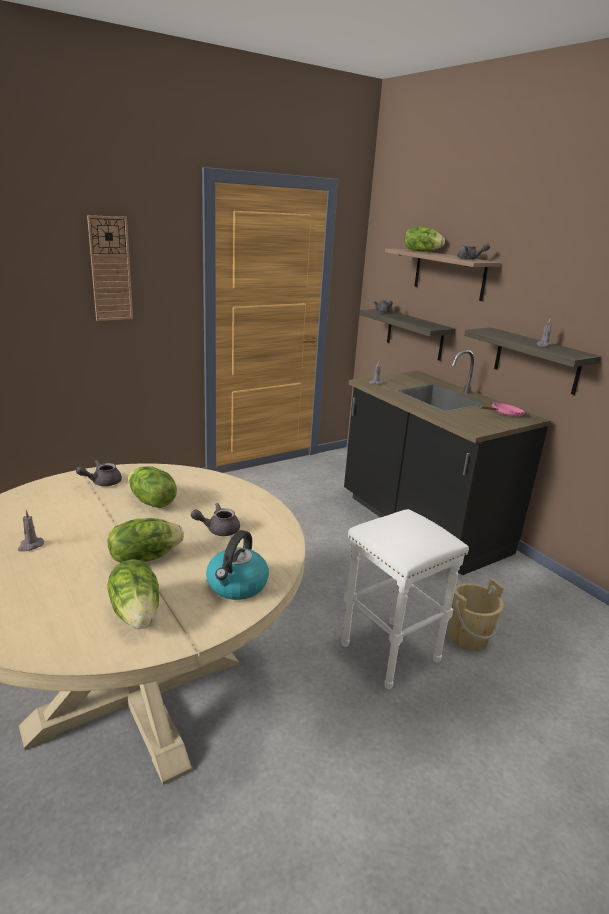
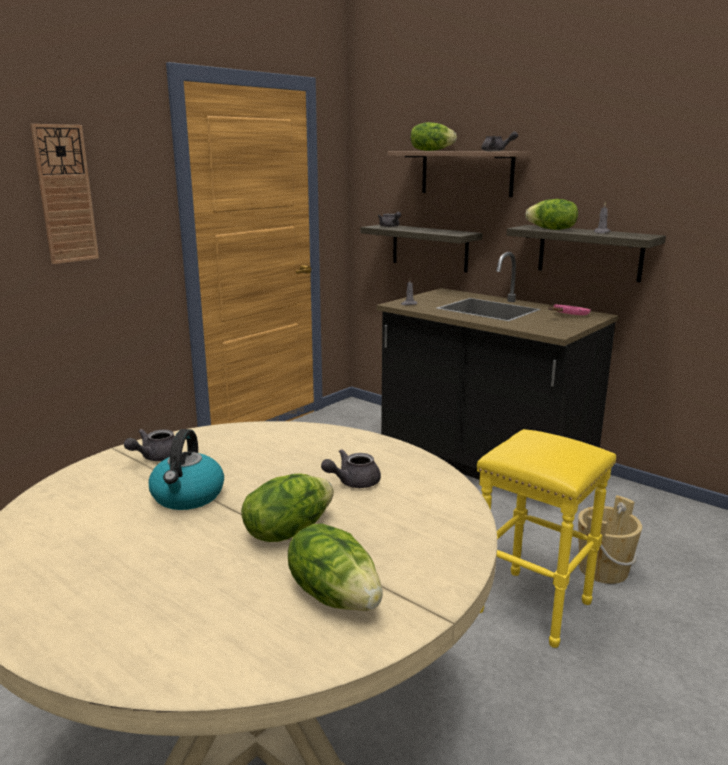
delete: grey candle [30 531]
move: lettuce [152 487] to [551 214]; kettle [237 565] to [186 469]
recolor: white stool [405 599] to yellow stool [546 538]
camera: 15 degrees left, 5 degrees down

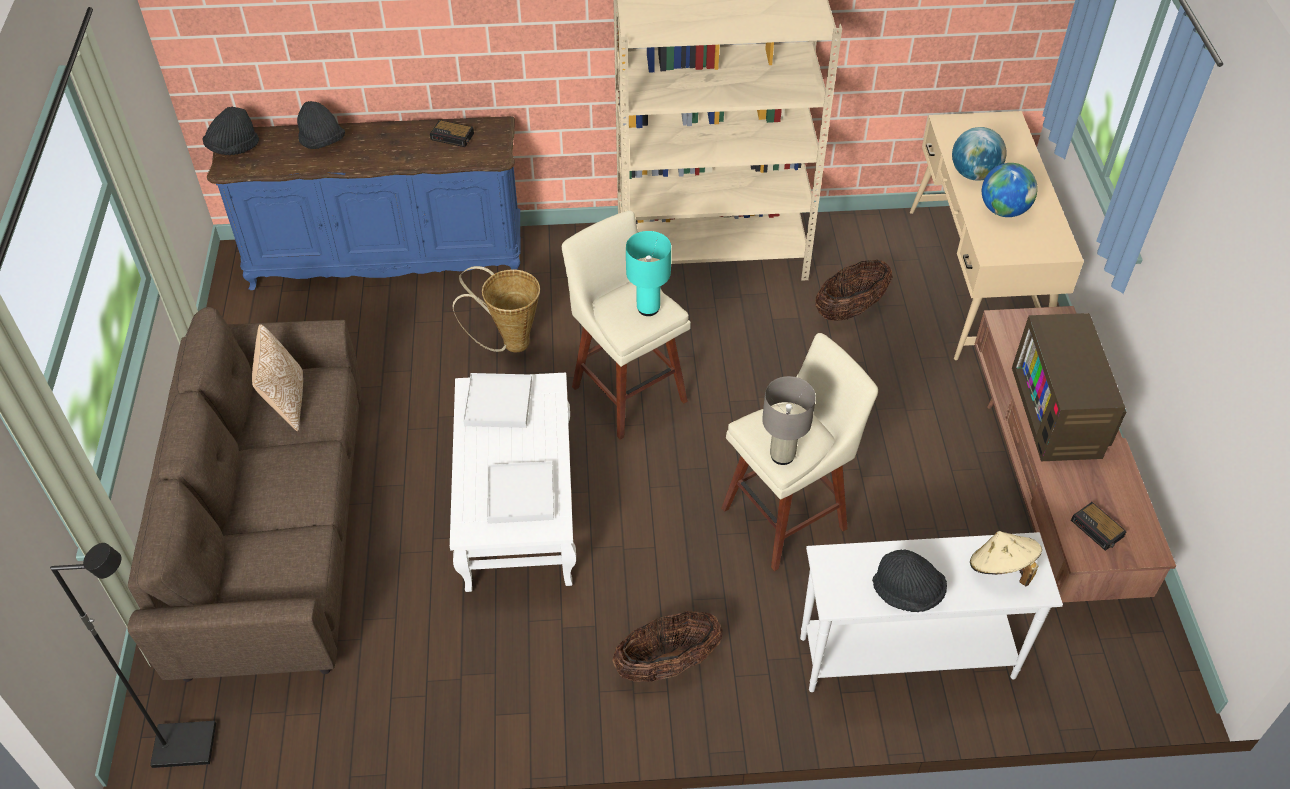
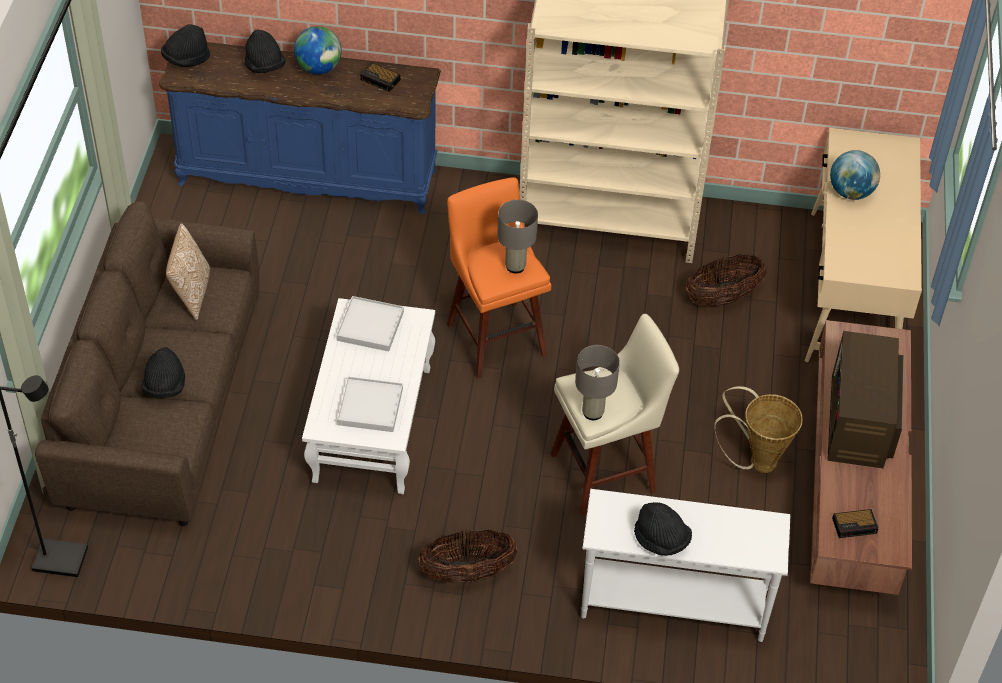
delete: beige hat [1006 558]
insert: black hat [163 372]
move: globe [1010 190] to [318 50]; basket [496 309] to [758 429]
recolor: beige stool [626 325] to orange stool [499 278]; turquoise table lamp [648 273] to grey table lamp [517 237]
rotate: alarm clock [1099 526] = [855 523] 75 degrees counterclockwise
camera: 10 degrees right, 0 degrees up

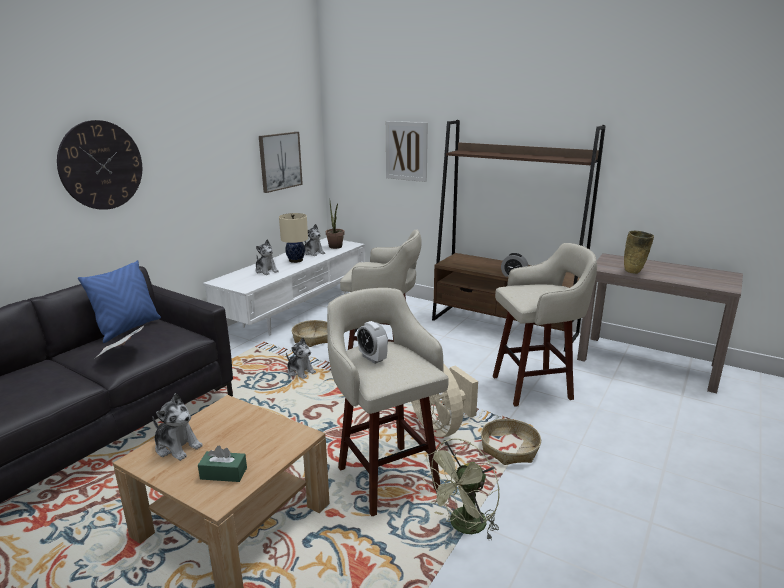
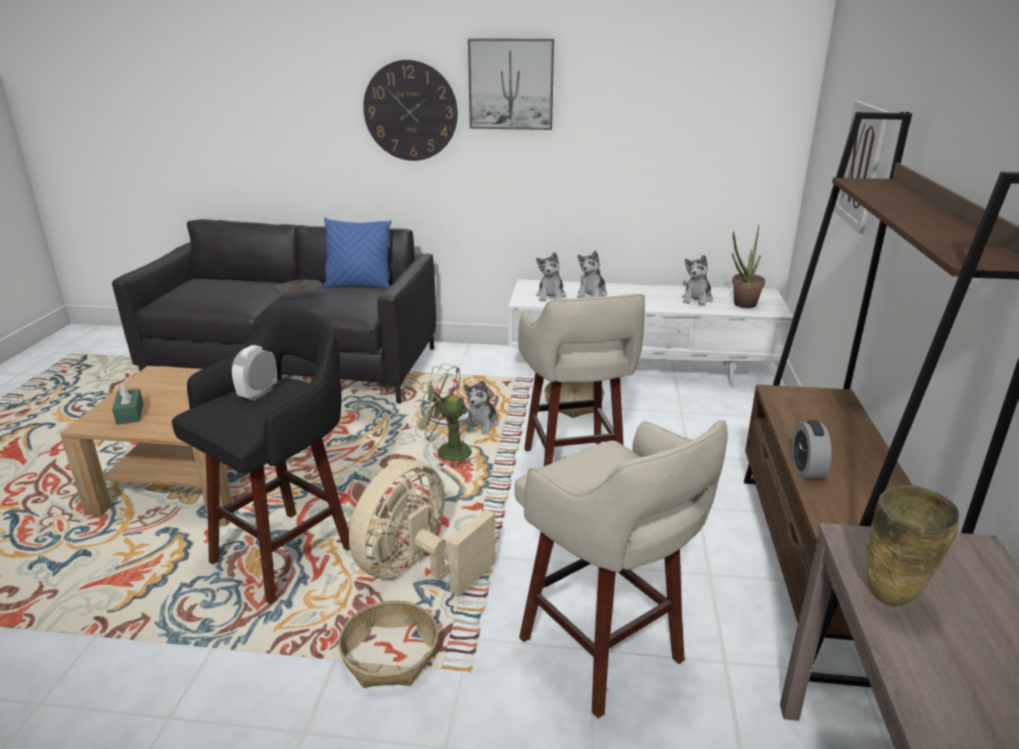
delete: beige table lamp [293 238]
move: picture [281 162] to [511 84]; plush toy [177 427] to [551 277]; green fan [461 489] to [444 415]
recolor: beige stool [387 402] to black stool [261 455]
camera: 65 degrees right, 5 degrees up

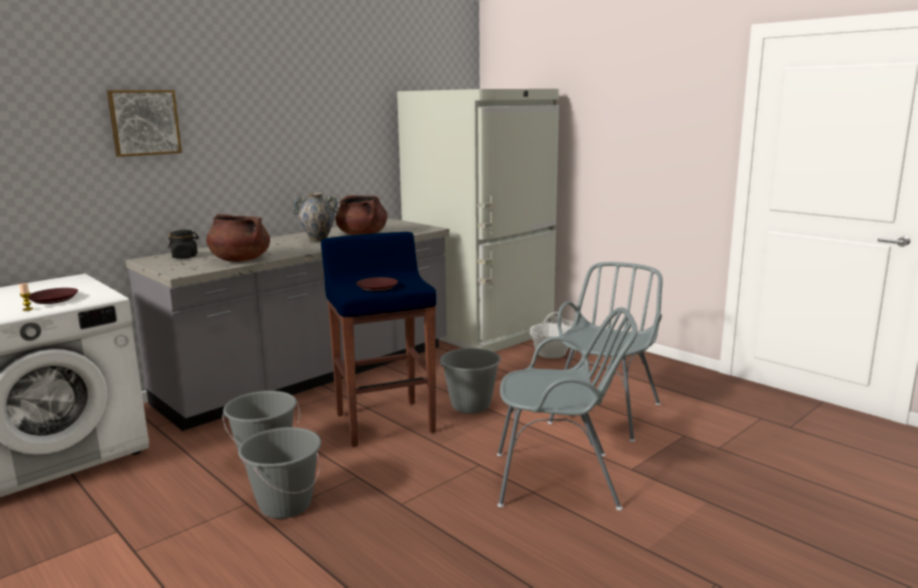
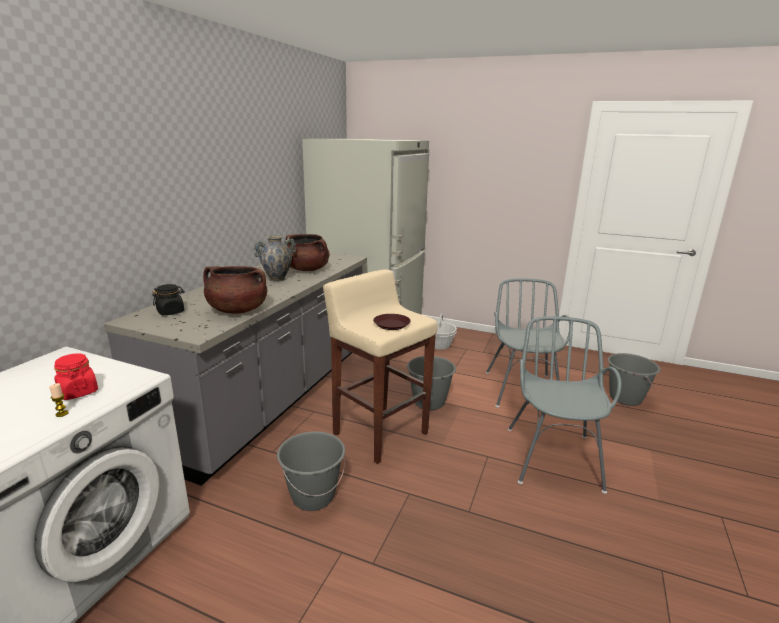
delete: picture [144 123]
move: grey bucket [279 473] to [634 379]
replace: brown plate [53 296] to red jar [76 376]
recolor: blue stool [378 339] to beige stool [380 367]
rotate: grey chair [567 409] = [565 405] 60 degrees counterclockwise
camera: 25 degrees left, 5 degrees up

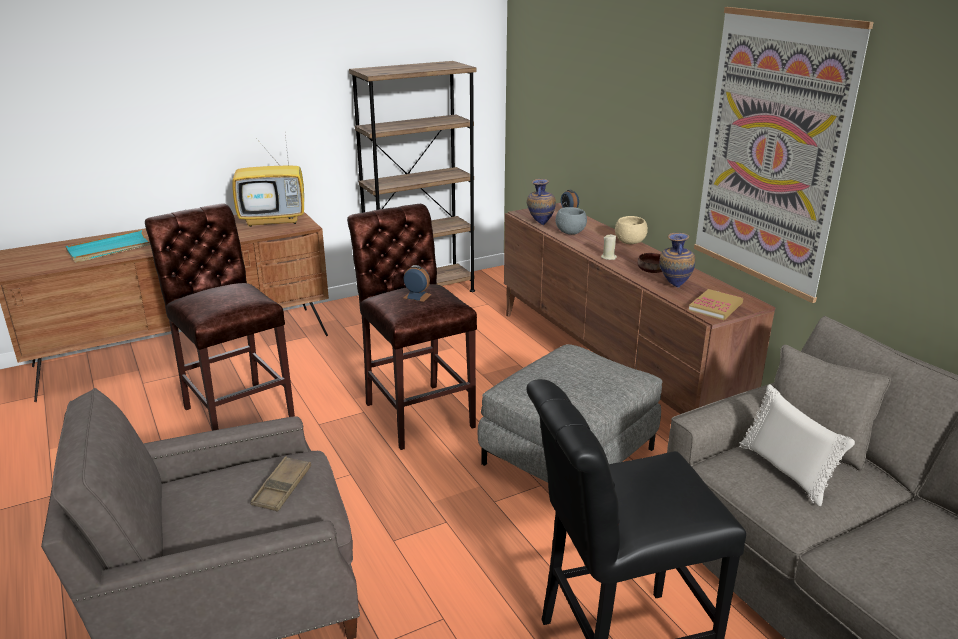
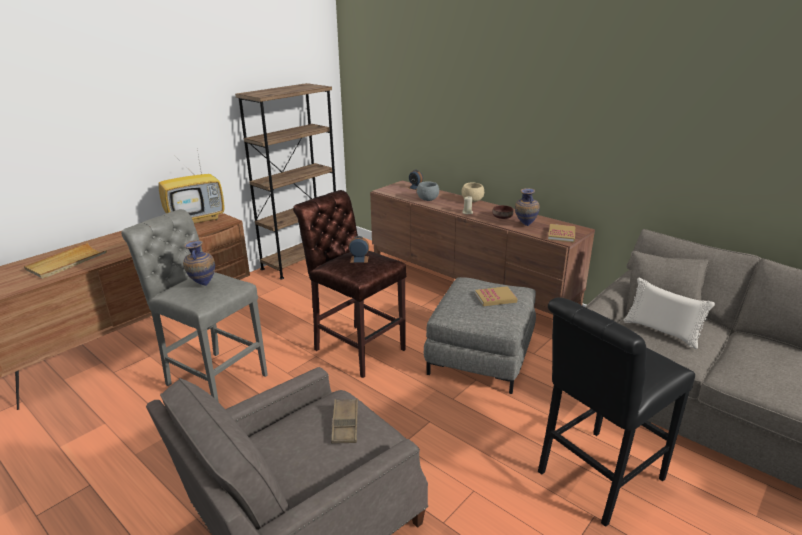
delete: picture [784 155]
insert: book [496 296]
move: vase [541 202] to [199 263]
recolor: brown stool [220 317] to grey stool [194 305]; turquoise tray [108 246] to beige tray [65 260]
camera: 20 degrees left, 0 degrees up

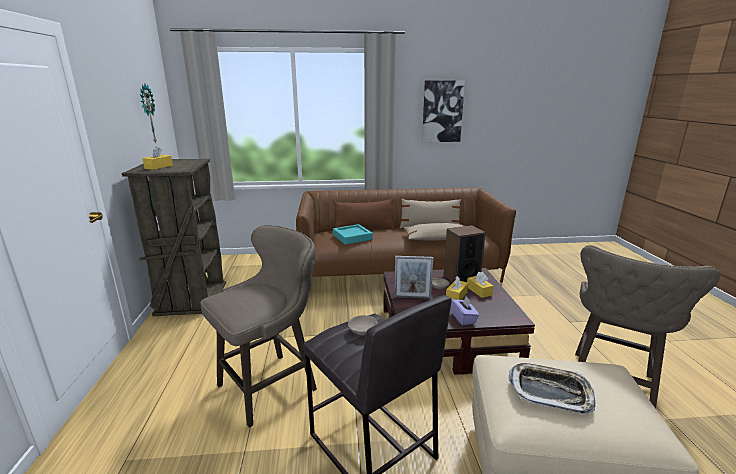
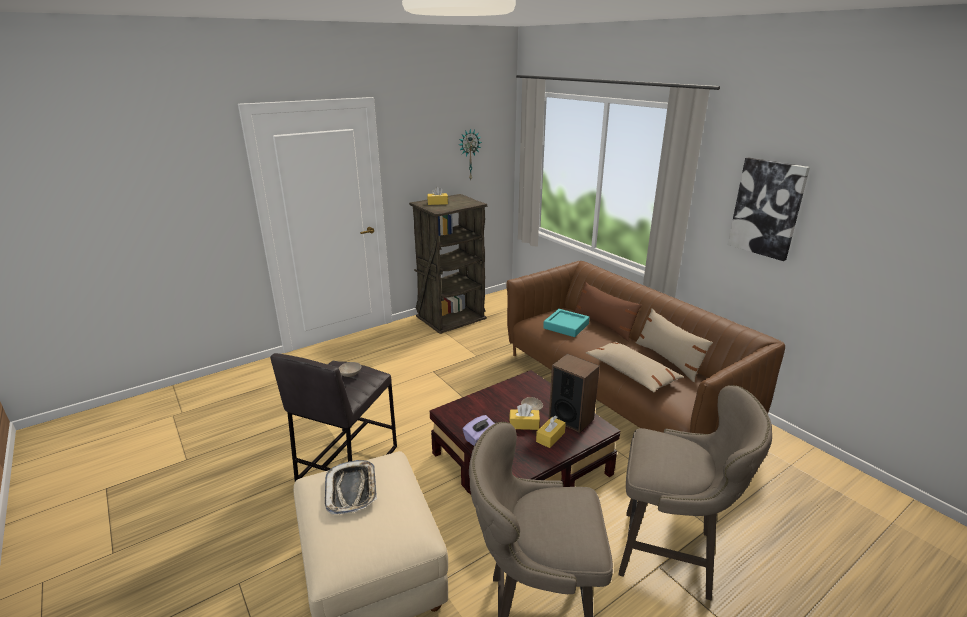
delete: picture frame [413 277]
move: beige stool [258 326] to [695 493]
camera: 60 degrees right, 5 degrees up

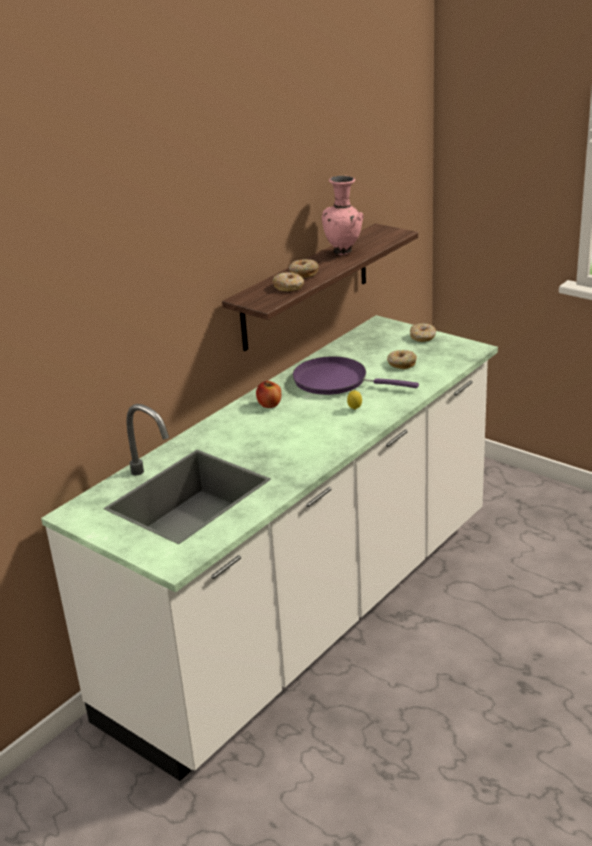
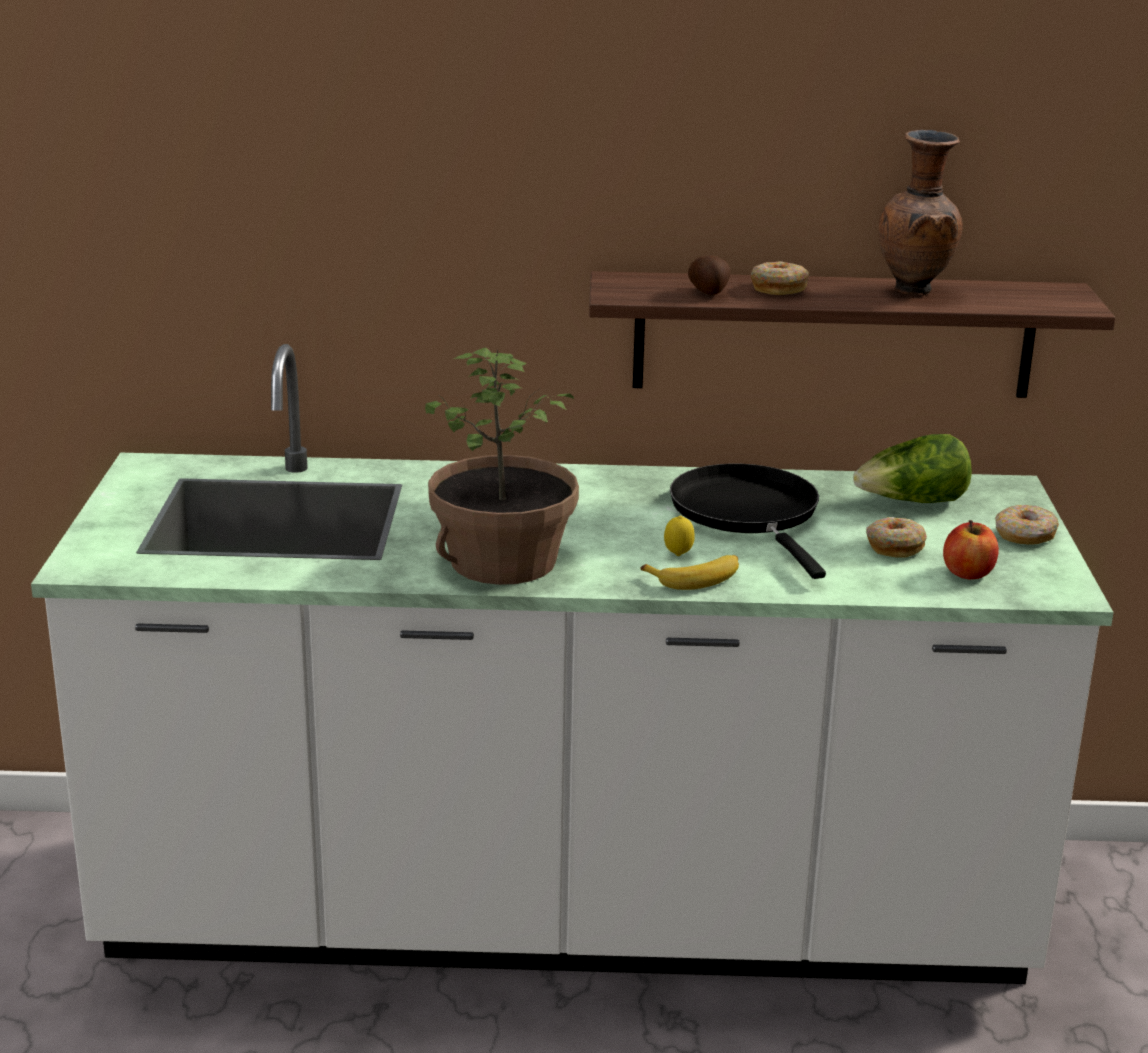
insert: potted plant [502 466]; lettuce [912 468]; banana [689 572]
move: apple [268 394] to [971 549]
replace: donut [288 281] to potato [709 275]
recolor: pink vase [342 215] to brown vase [921 213]; purple frying pan [355 375] to black frying pan [748 521]
camera: 50 degrees right, 5 degrees down

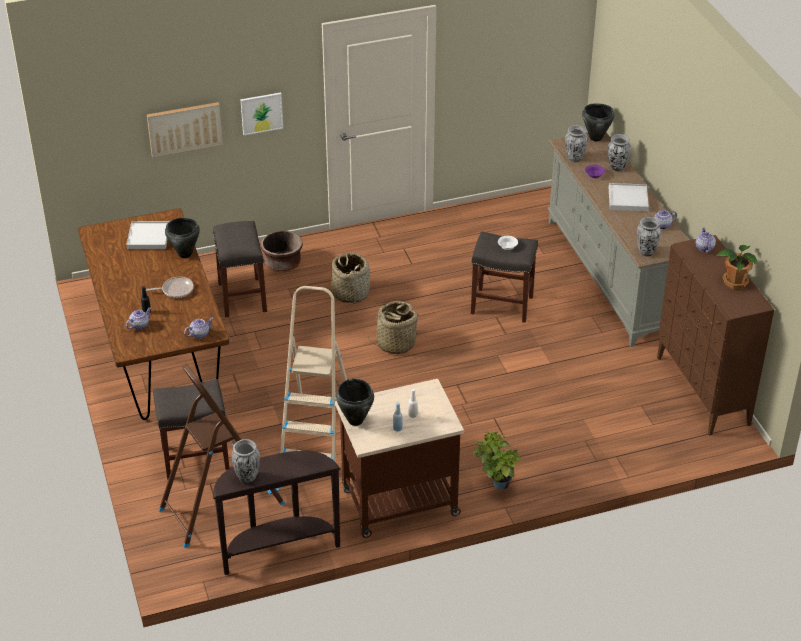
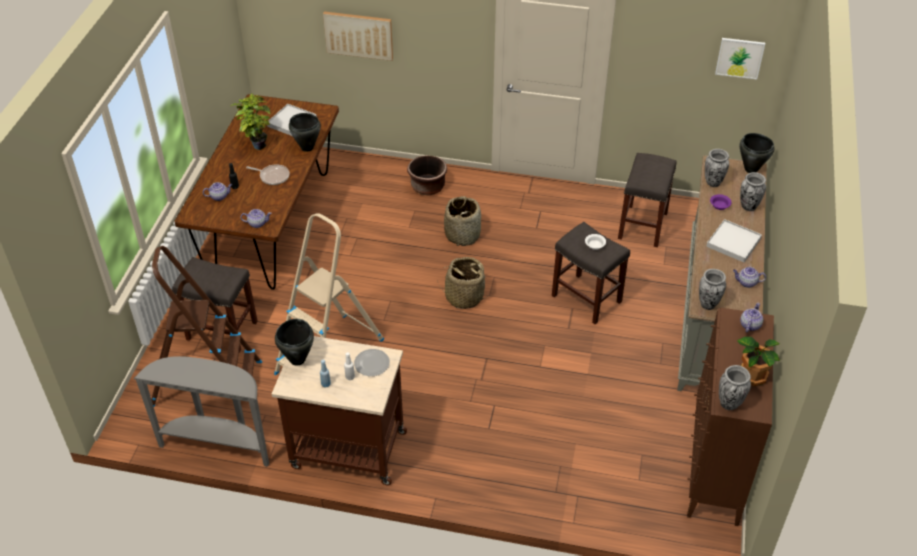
insert: plate [372 362]
move: picture [261 114] to [740 58]; grey stool [240 269] to [647 200]; potted plant [496 460] to [250 121]; vase [245 461] to [735 387]
recolor: brown console table [276 513] to grey console table [201 411]
camera: 30 degrees right, 5 degrees up

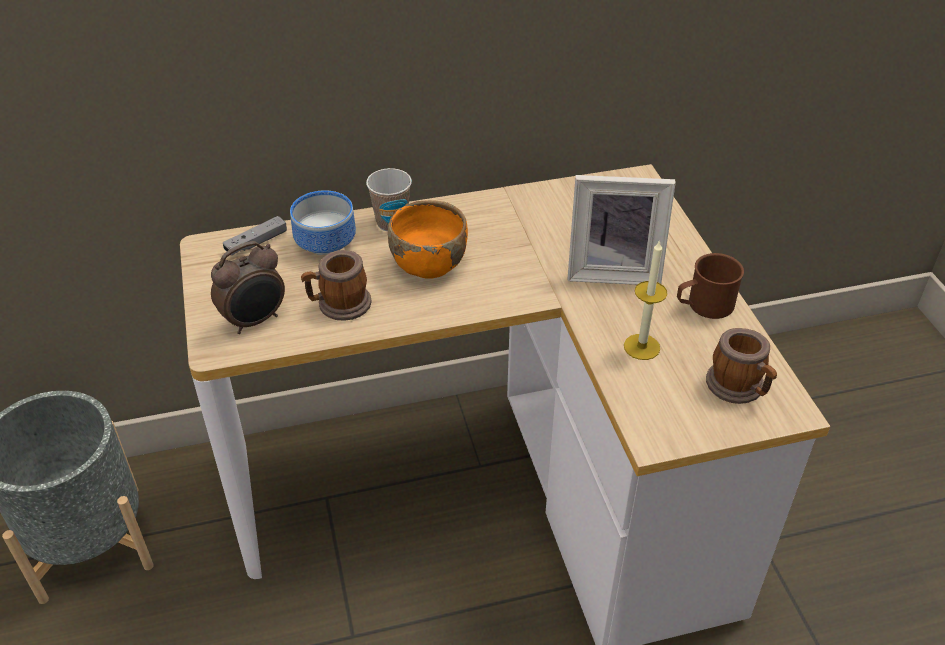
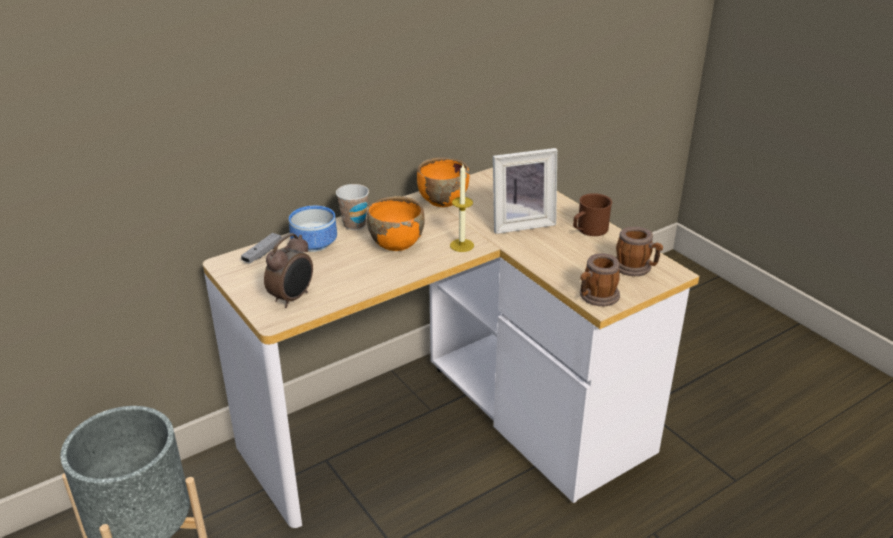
insert: orange bowl [443 182]
move: candle [645 300] to [462 208]; mug [336 285] to [600 279]
camera: 20 degrees left, 10 degrees down

